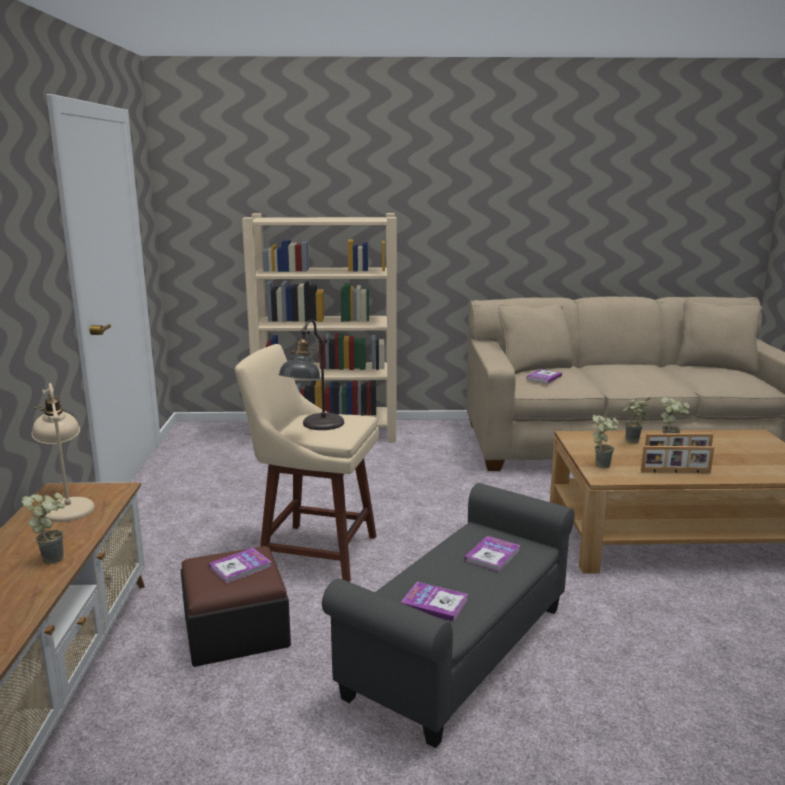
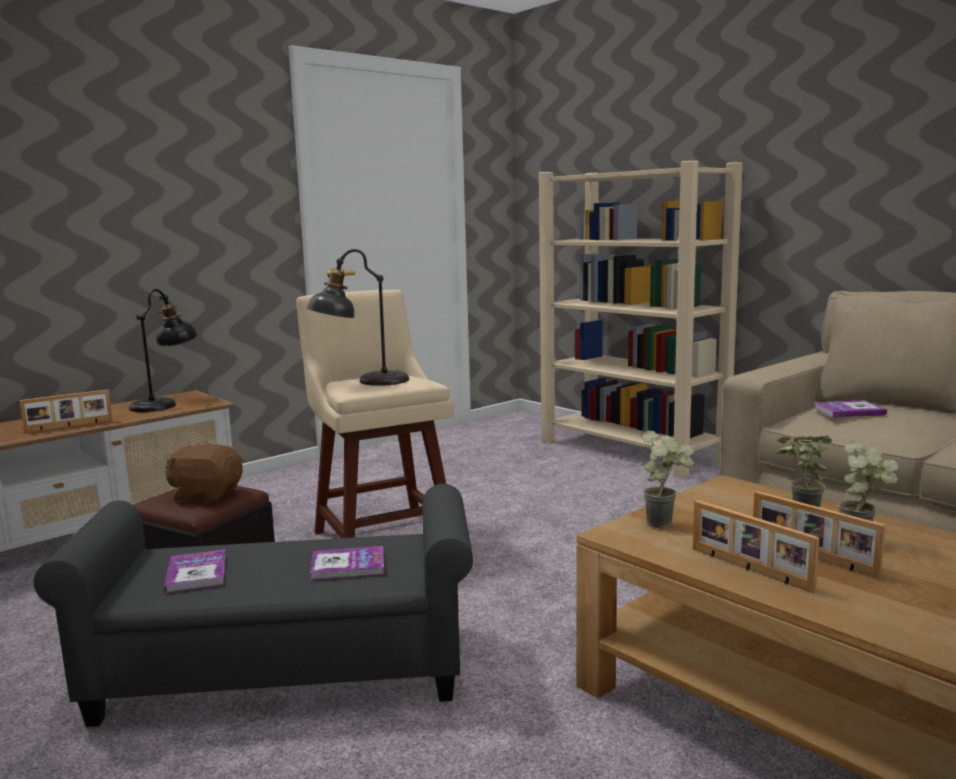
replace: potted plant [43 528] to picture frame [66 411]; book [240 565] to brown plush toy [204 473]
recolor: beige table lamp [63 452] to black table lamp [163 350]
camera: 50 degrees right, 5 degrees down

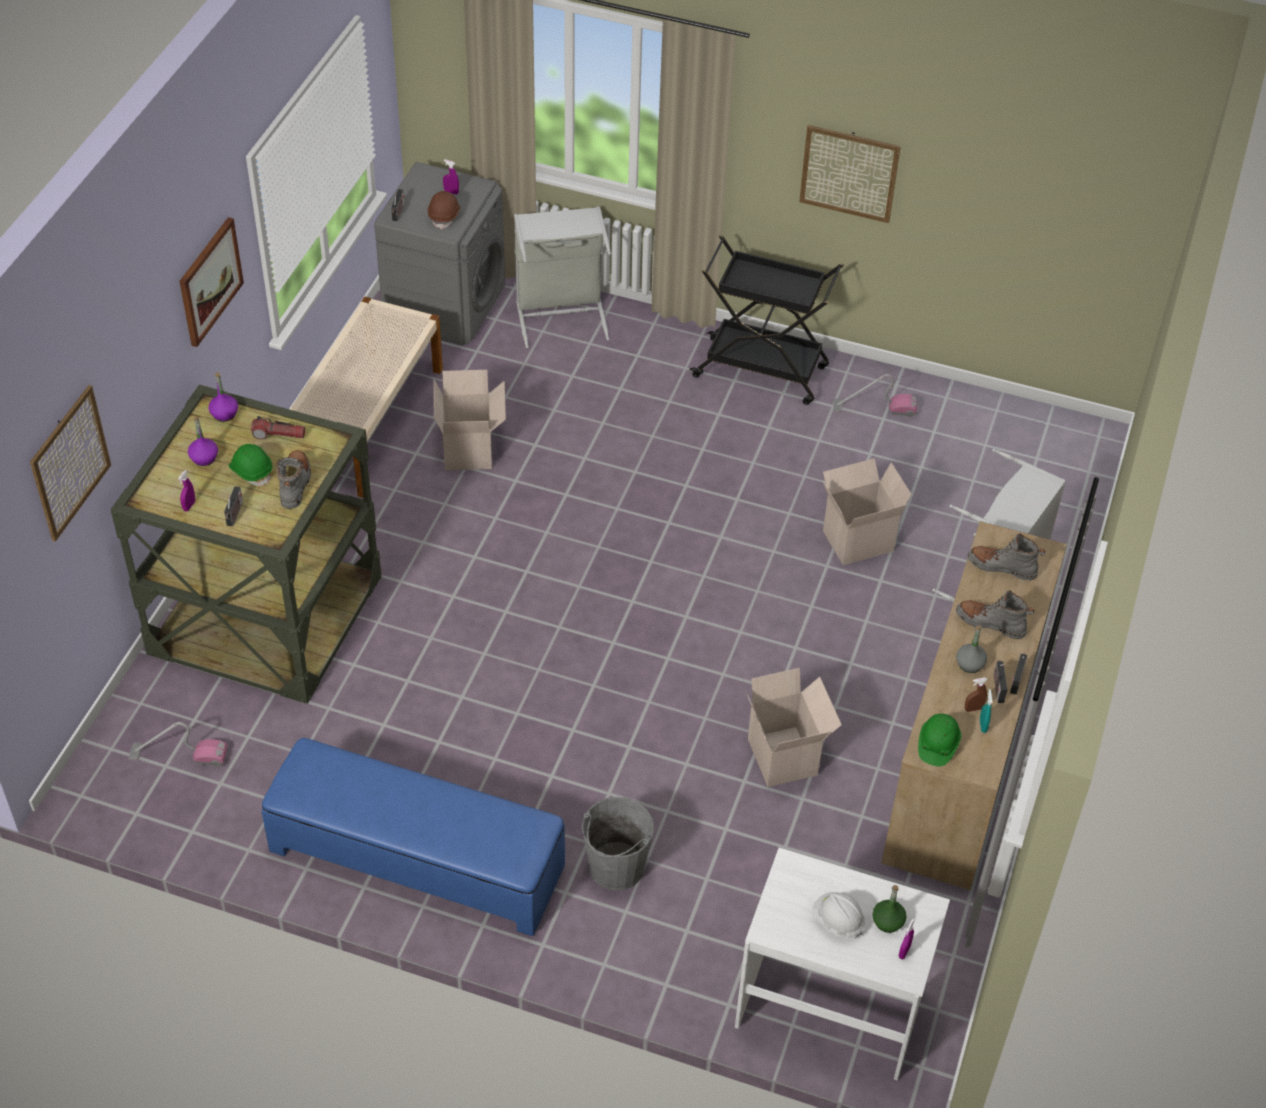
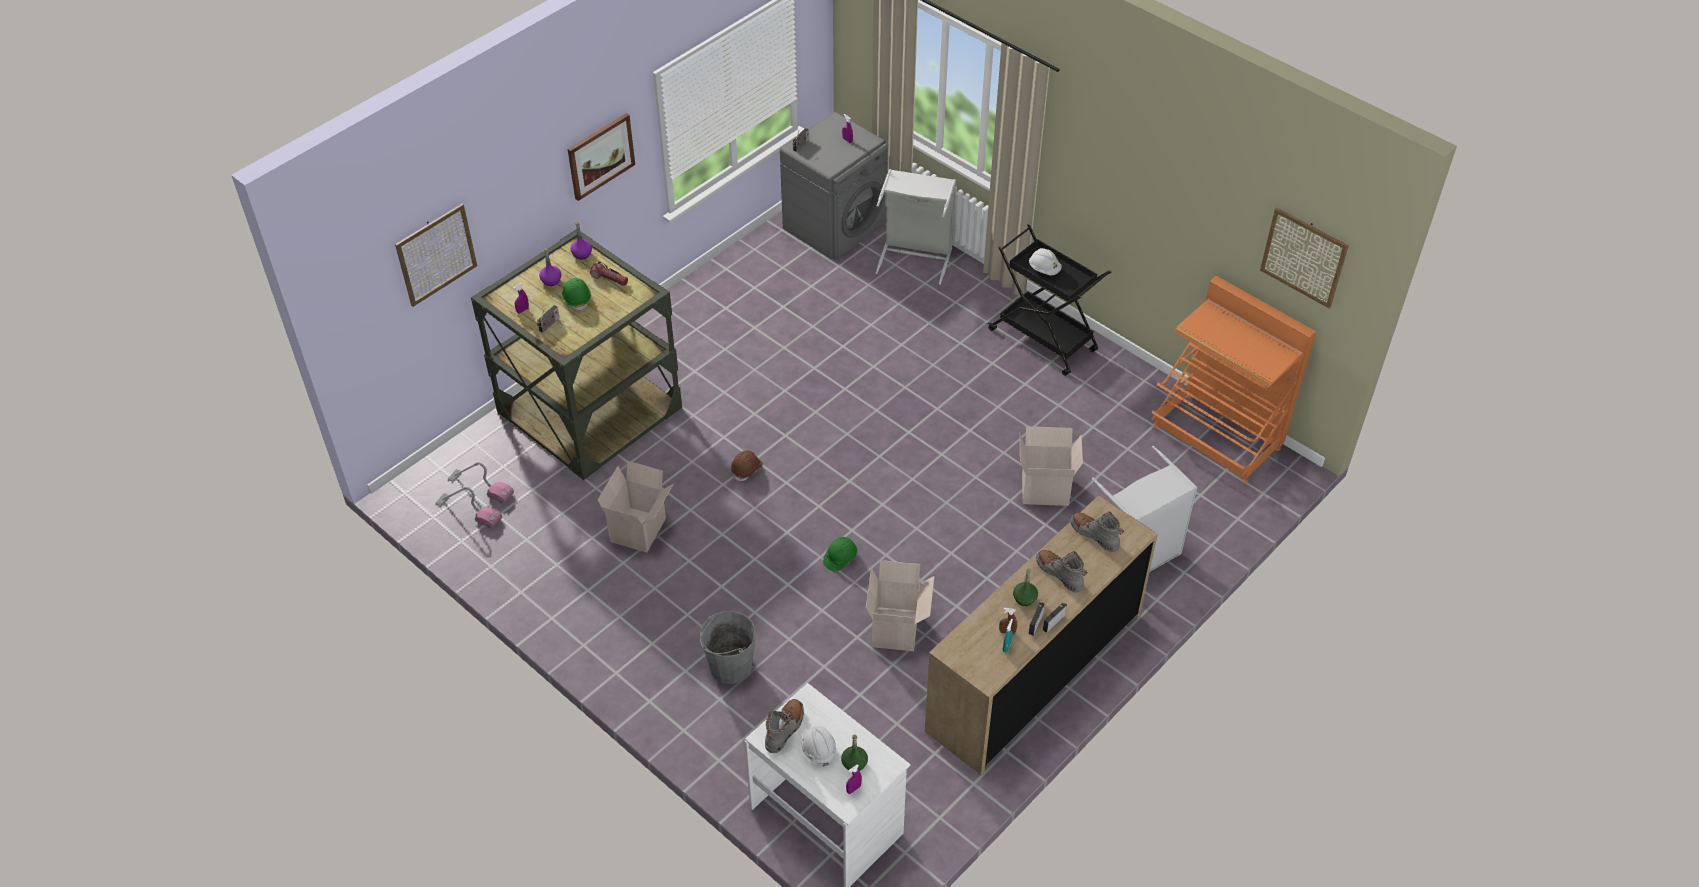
delete: beige bench [366 397]; blue bench [413 837]
insert: white hard hat [1045 261]; orange shoe rack [1233 379]
move: picture [850 174] to [1304 258]; brown hard hat [444 210] to [747 466]; cardboard box [470 420] to [635 507]; vacuum cleaner [875 395] to [469 508]; grey boot [293 479] to [784 726]; green hard hat [939 740] to [840 554]
recolor: grey bottle [971 649] to green bottle [1025 587]
camera: 25 degrees right, 0 degrees up

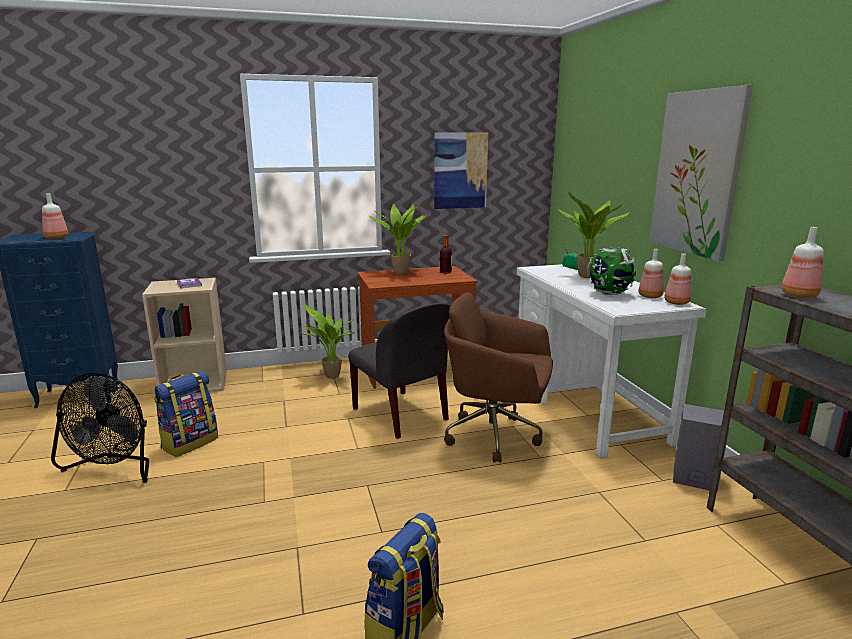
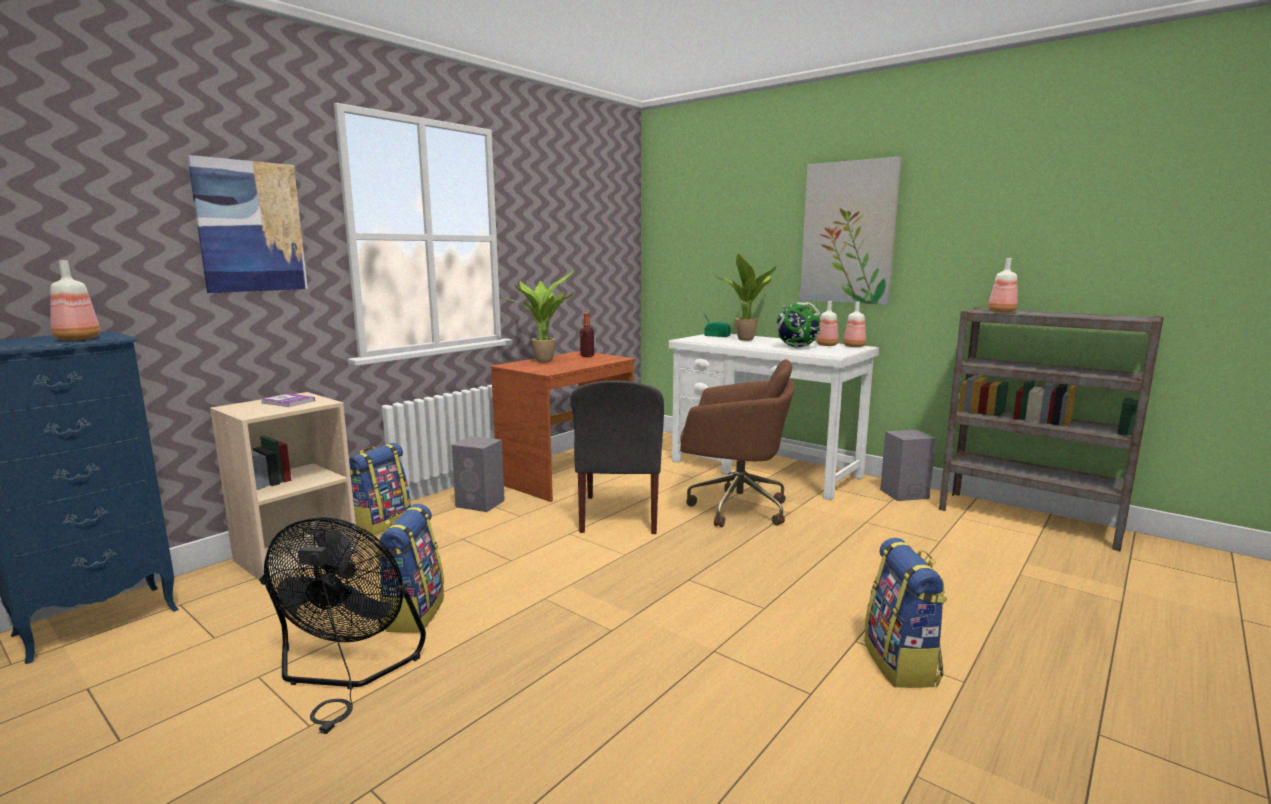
insert: backpack [380 489]
move: picture [461 170] to [247 224]
replace: potted plant [327 341] to grey speaker [478 474]
rotate: brown office chair [498 377] = [737 443] 150 degrees counterclockwise; grey chair [399 371] = [617 457] 75 degrees clockwise; black fan [100 428] = [342 626] 150 degrees counterclockwise
camera: 35 degrees left, 5 degrees down

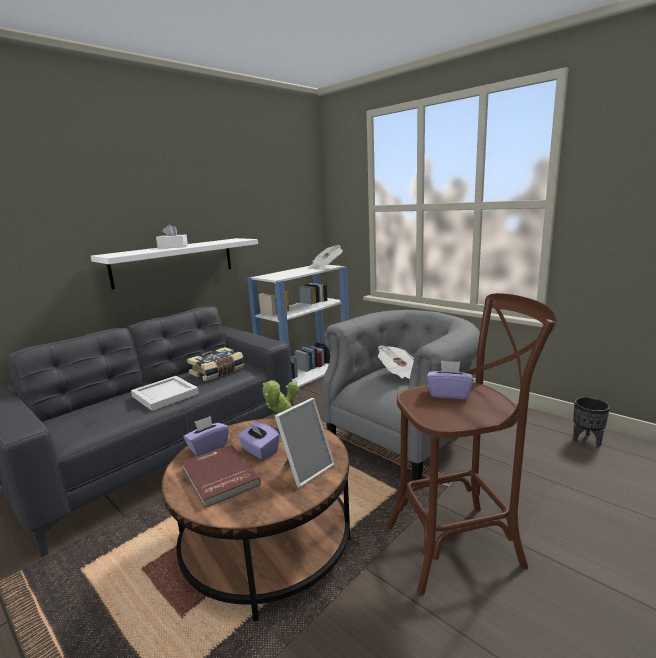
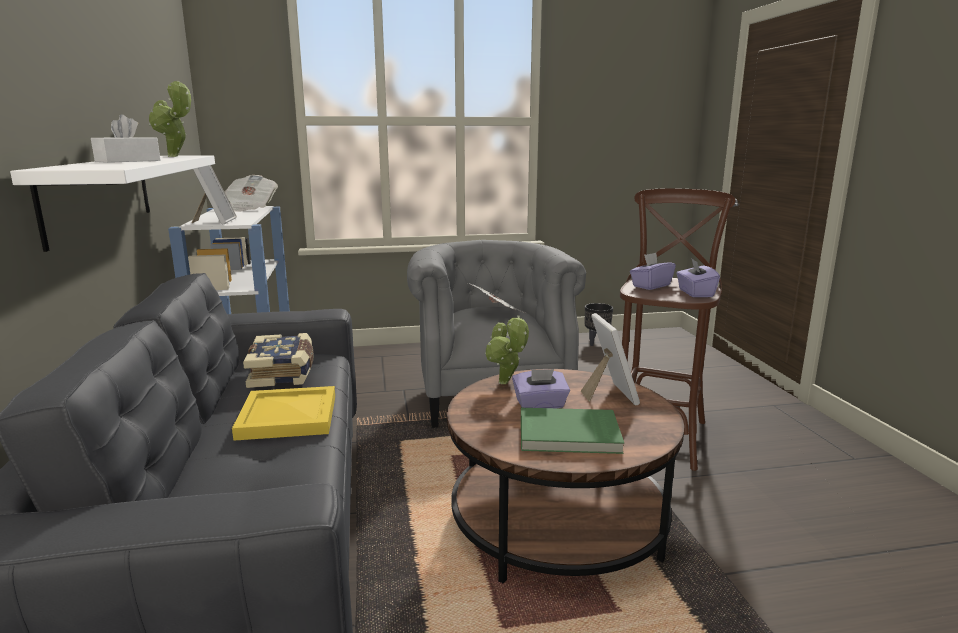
insert: potted plant [170 119]; picture frame [214 195]
move: purple tissue box [206 436] to [698 277]
recolor: white tray [165 393] to yellow tray [283 413]; red book [221 476] to green book [572 431]
camera: 55 degrees left, 0 degrees up

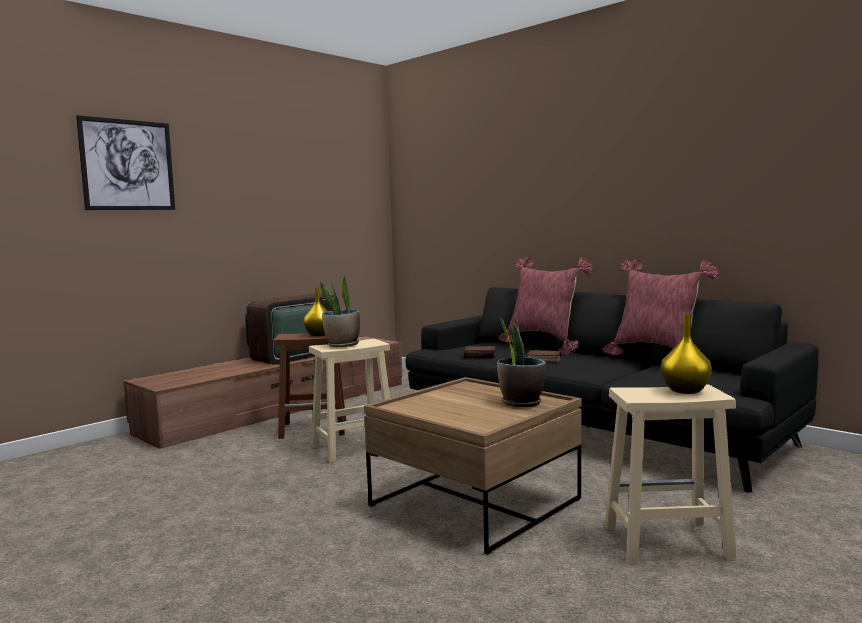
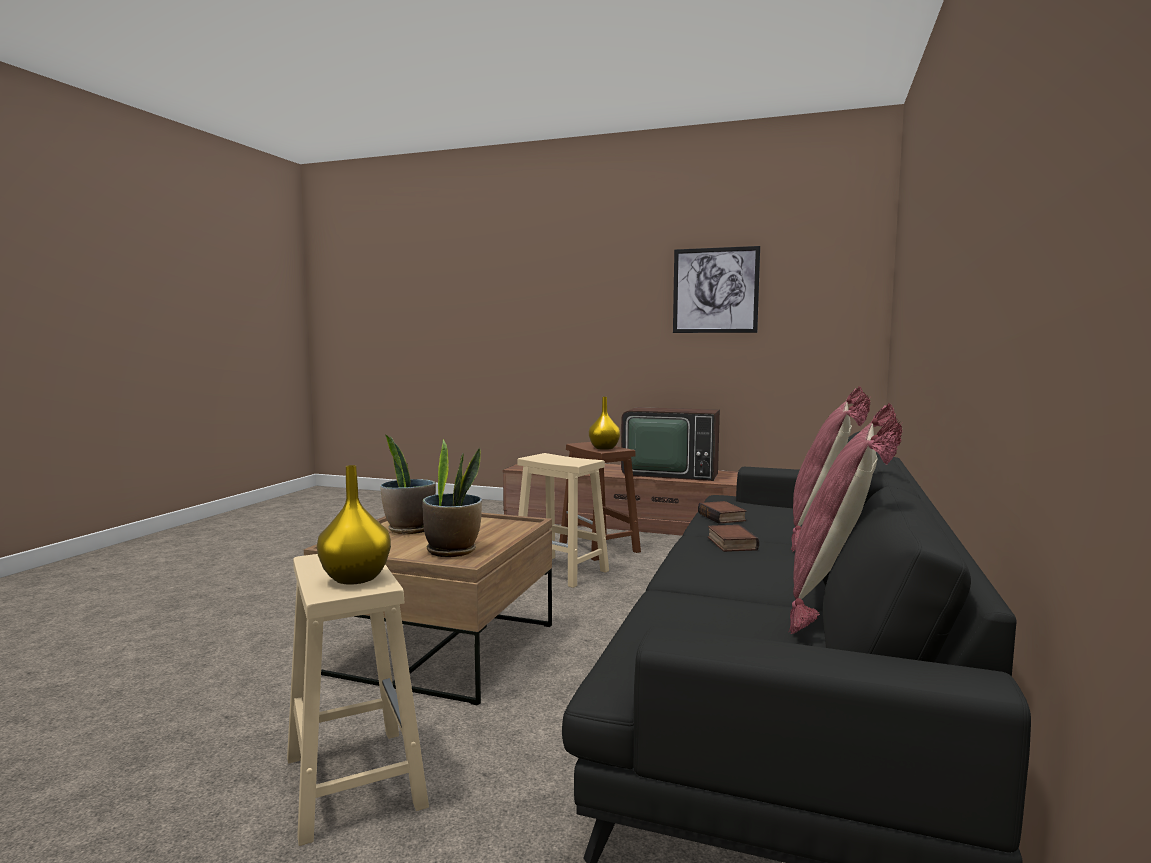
move: picture [125 162] to [716 289]; potted plant [340 312] to [408 484]
camera: 65 degrees right, 0 degrees up

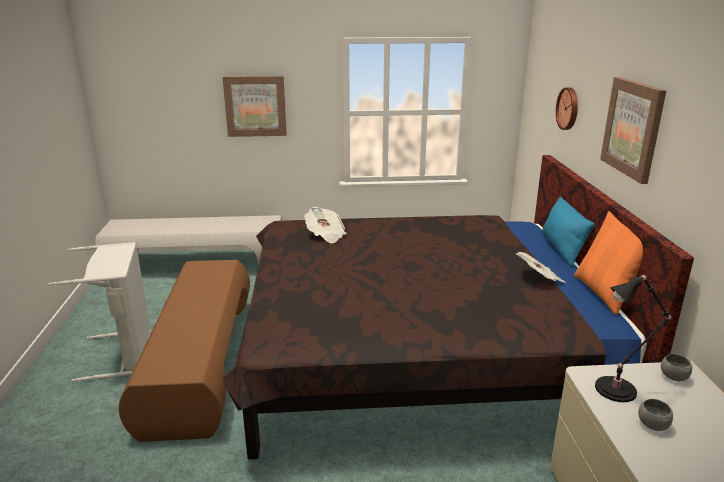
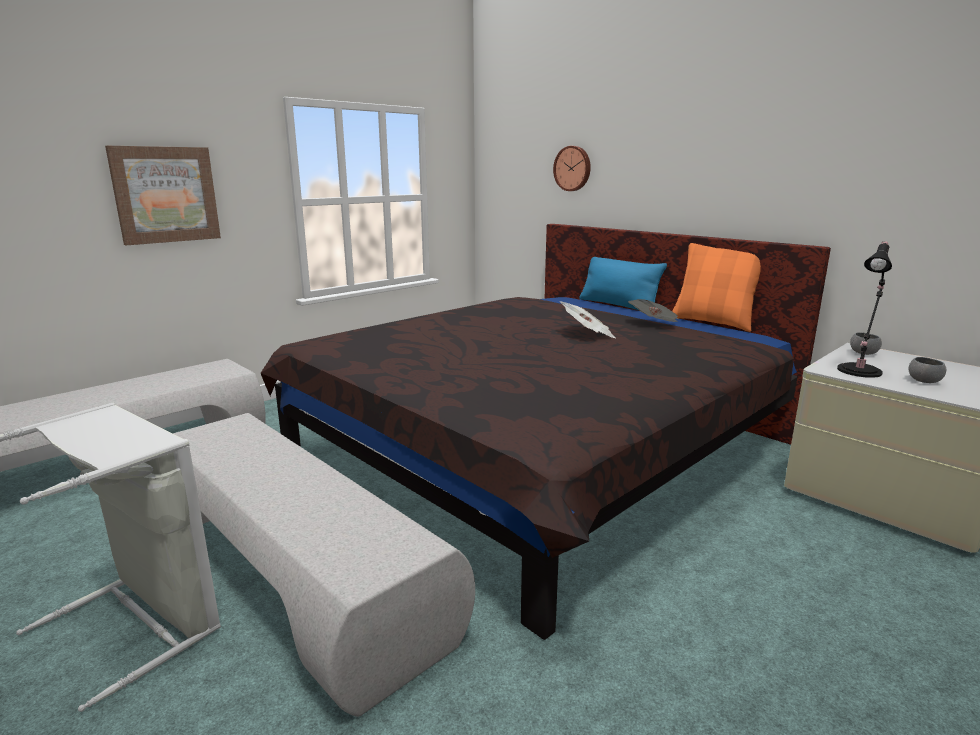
delete: picture [633 130]
move: newspaper [325 225] to [587 319]
recolor: brown bench [184 351] to grey bench [324 565]
camera: 40 degrees left, 5 degrees down

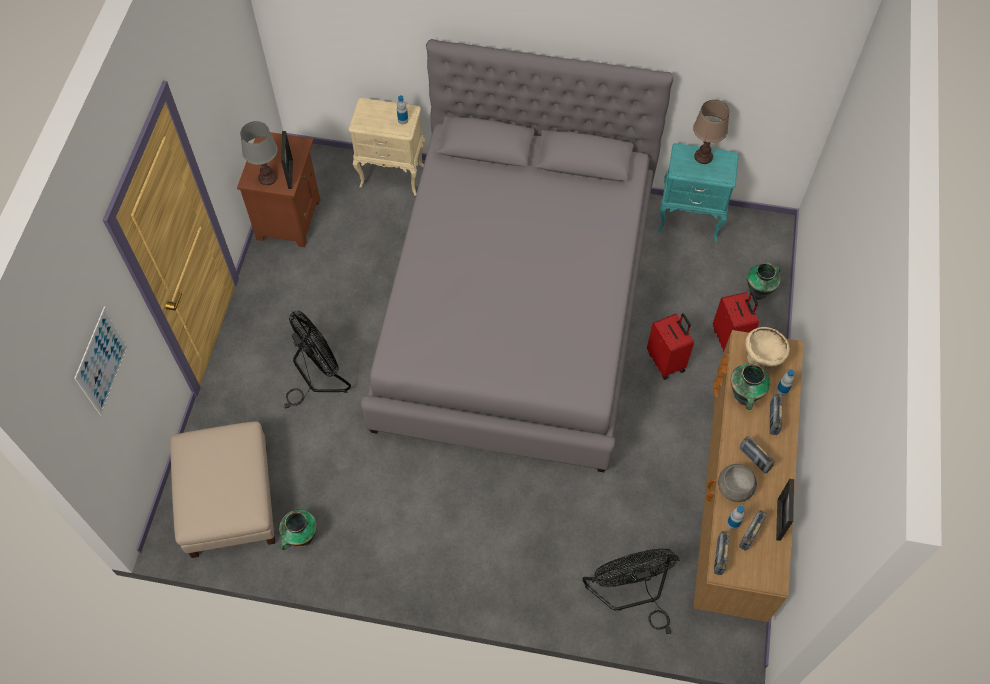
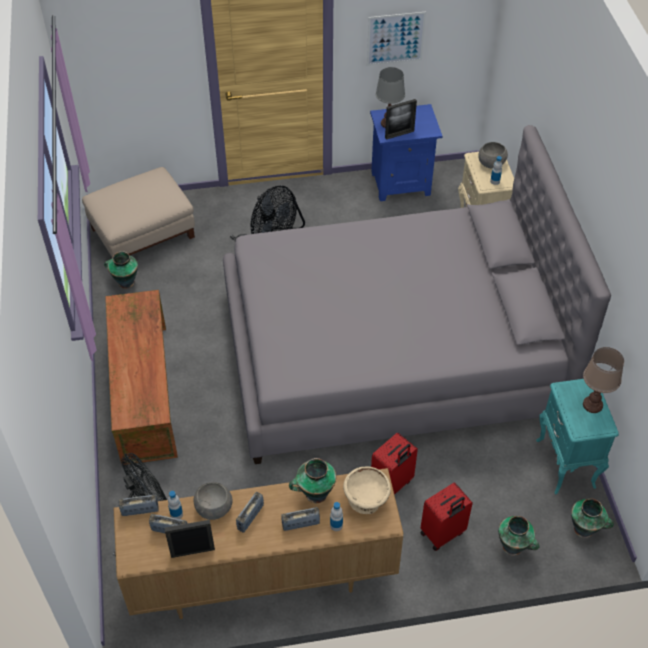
insert: grey bowl [493 155]; brown bench [141 377]; vase [592 518]
move: picture [101 361] to [396 39]
recolor: brown nightstand [278 190] to blue nightstand [406 152]
camera: 70 degrees right, 10 degrees down

